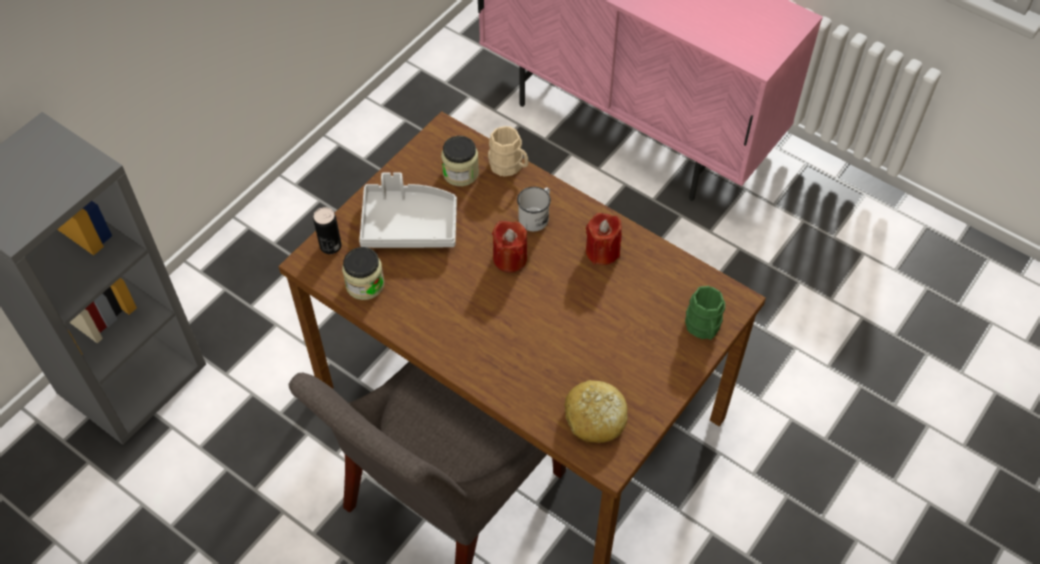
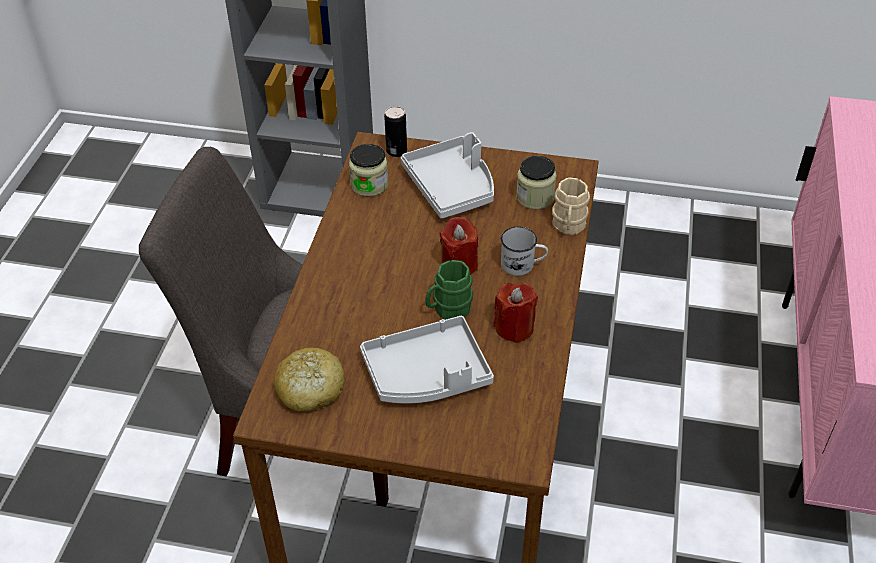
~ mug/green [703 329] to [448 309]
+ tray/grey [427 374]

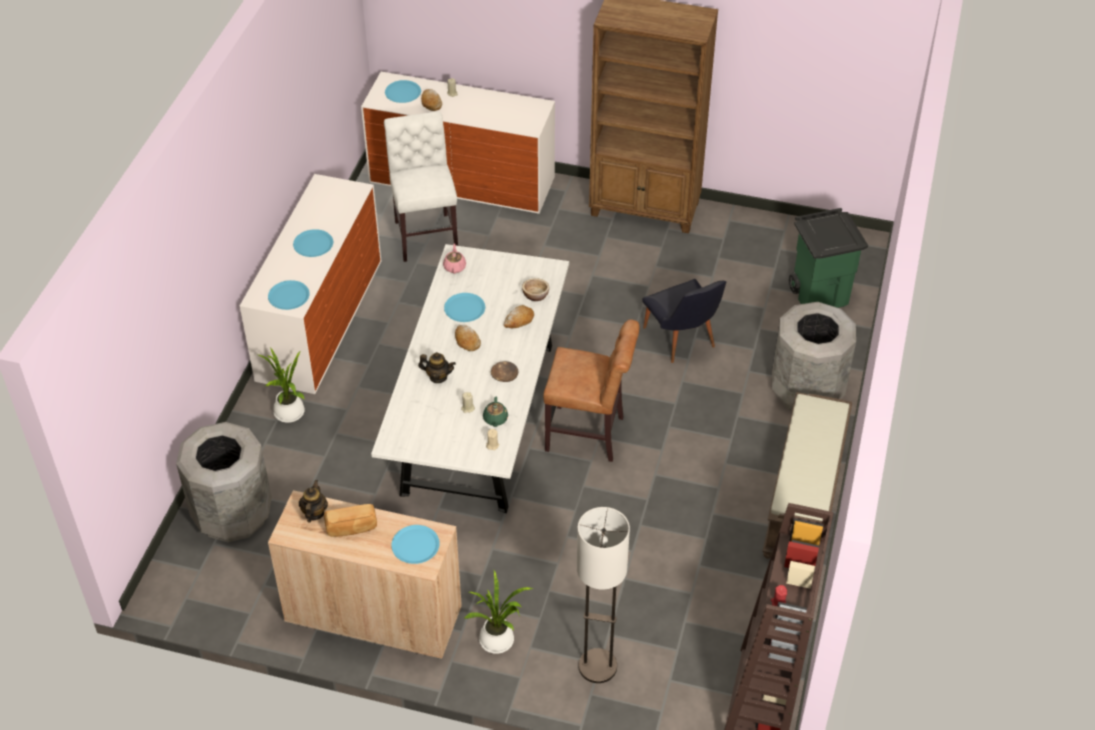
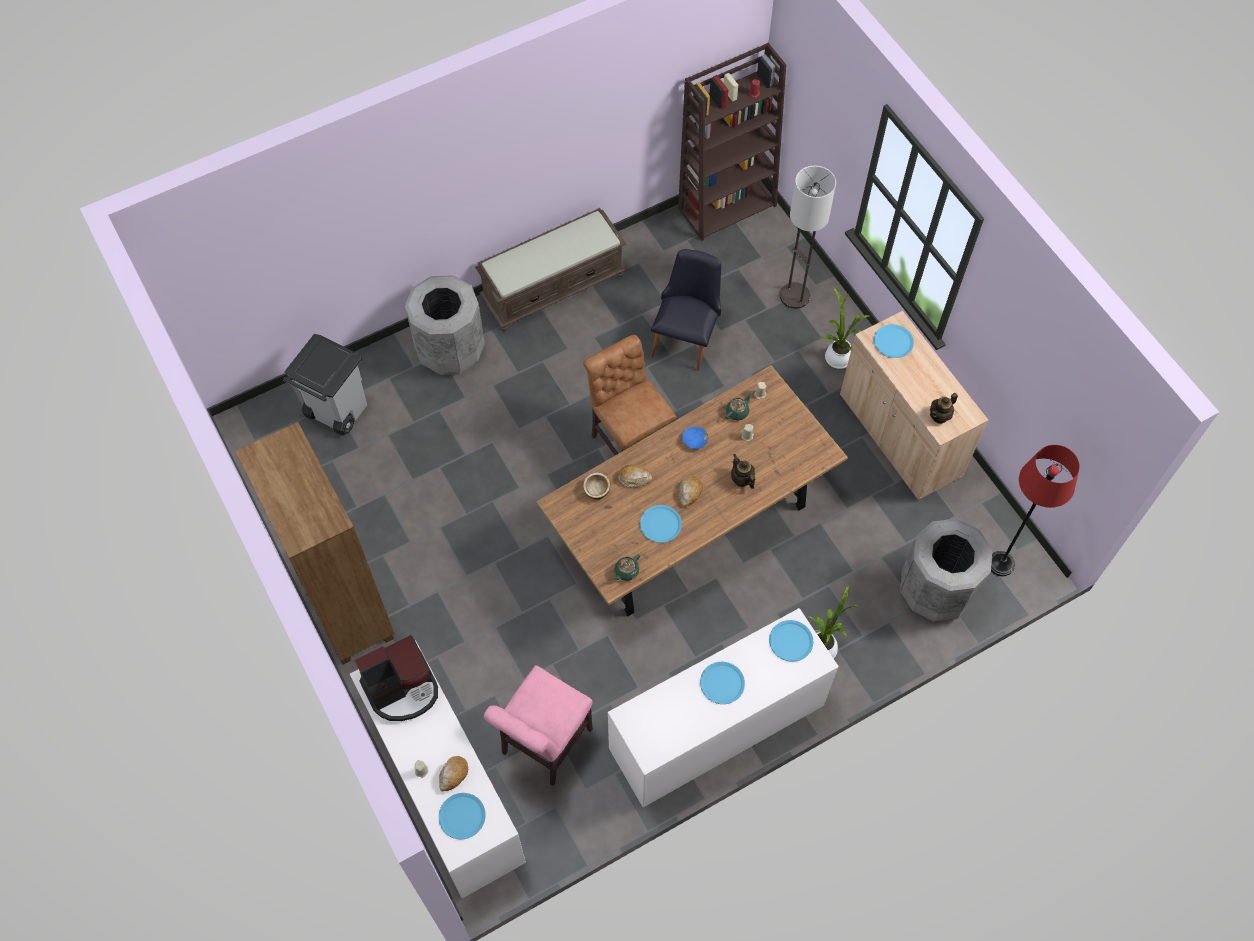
- bread [351 528]
~ dining table/white [478 418] to dining table/brown [689 522]
~ chair/white [425 234] to chair/pink [543 745]
~ teapot/pink [454 267] to teapot/green [626 571]
~ bowl/brown [504 376] to bowl/blue [695 441]
~ chair/black [682 342] to [686 337]
~ trash can/green [819 294] to trash can/grey [336 411]
+ coffee machine [402 689]
+ floor lamp/red [1000 564]

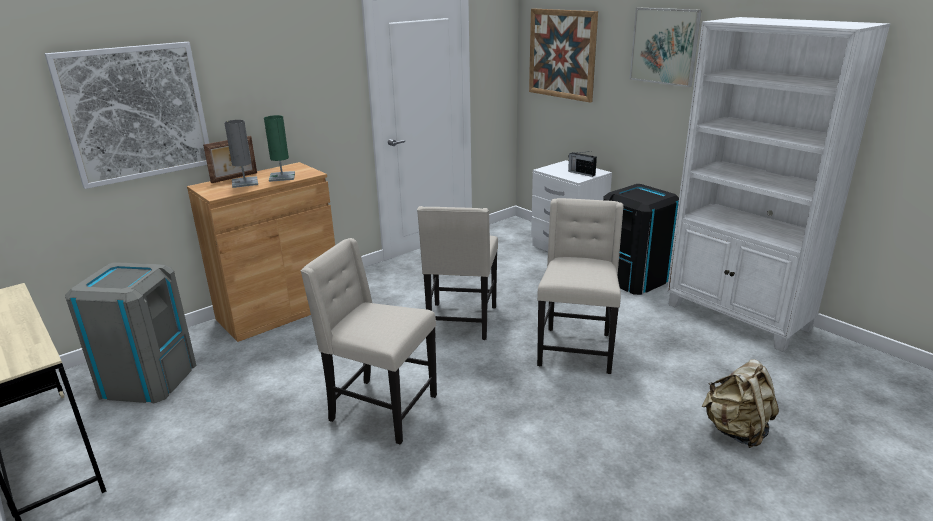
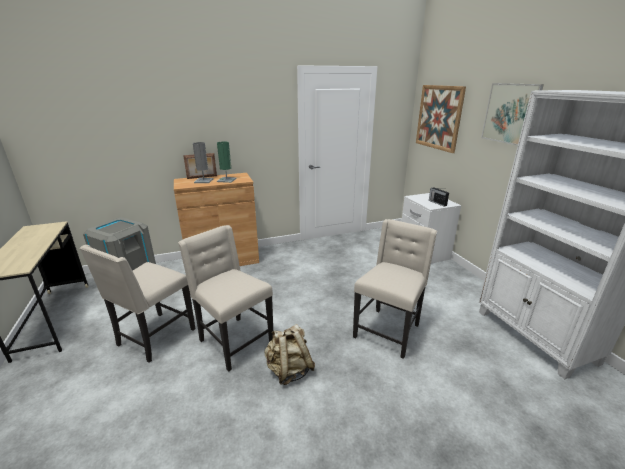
- picture [136 113]
~ chair/beige [461 322] to [155 338]
- trash can/black [633 278]
~ backpack/beige [736 430] to [289 370]

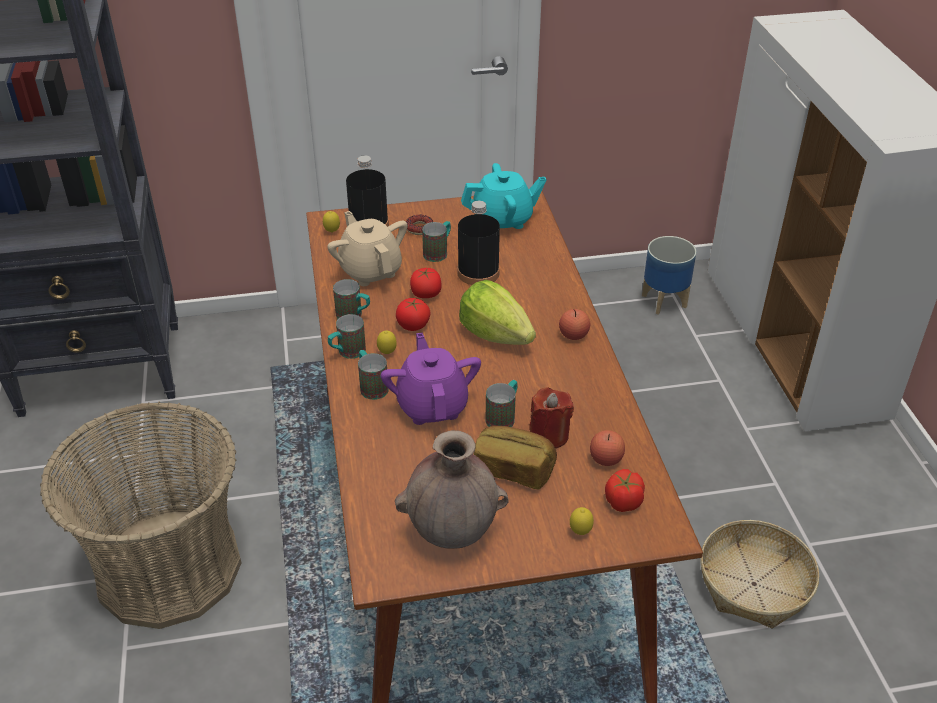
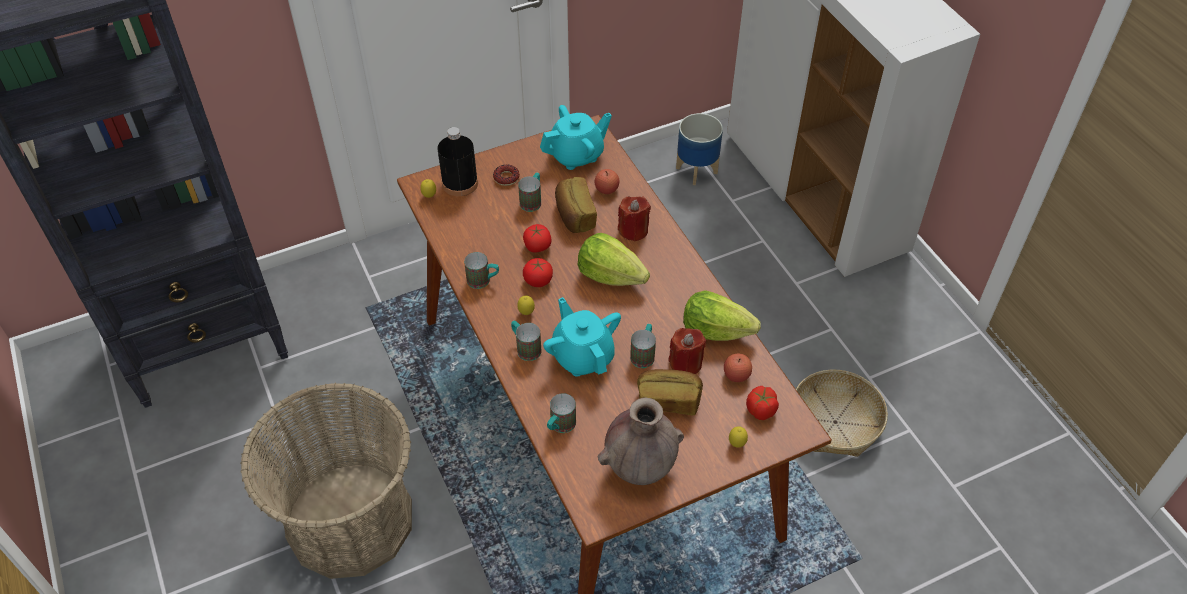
- teapot/beige [370 271]
~ mug [347 353] to [560 427]
~ teapot/purple [432 406] to teapot/turquoise [583 356]
~ bottle/black [478 273] to bread [574 216]
~ apple [573 335] to [606 189]
+ candle/red [633 230]
+ lettuce [715 330]

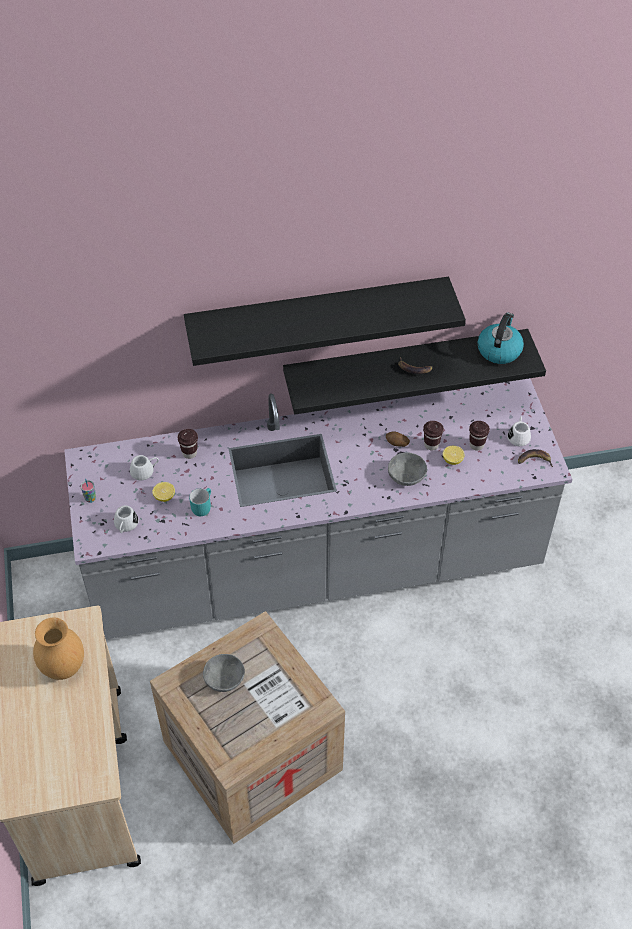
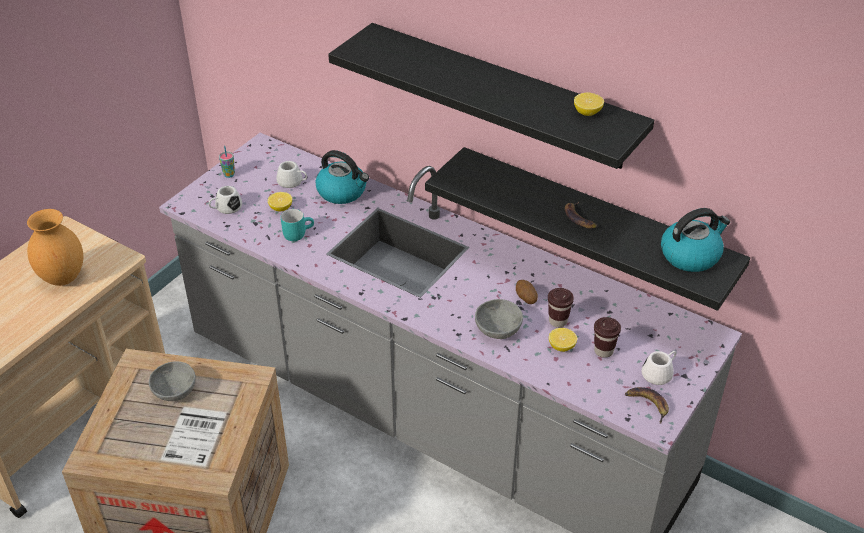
~ cup/brown [189 453] to kettle [342 192]
+ lemon [587 112]

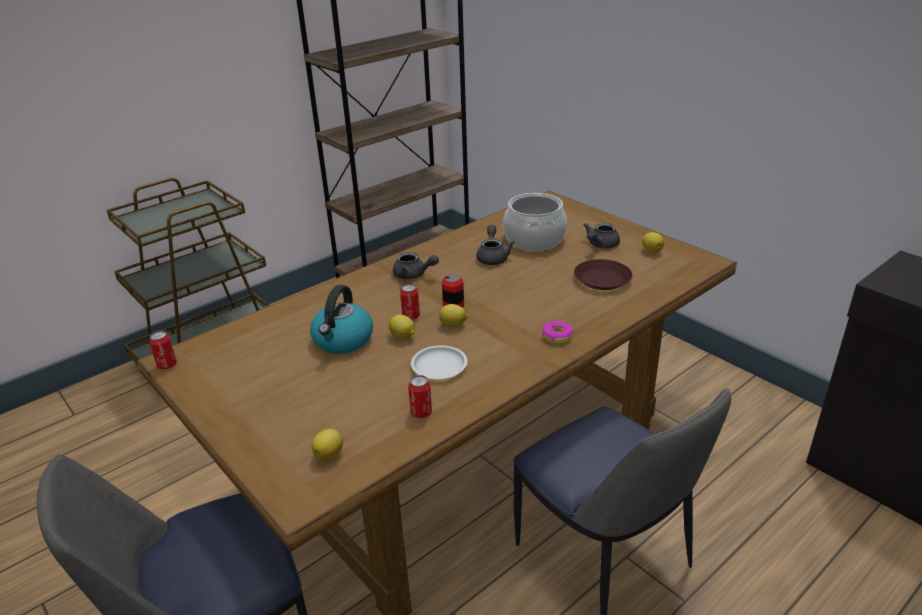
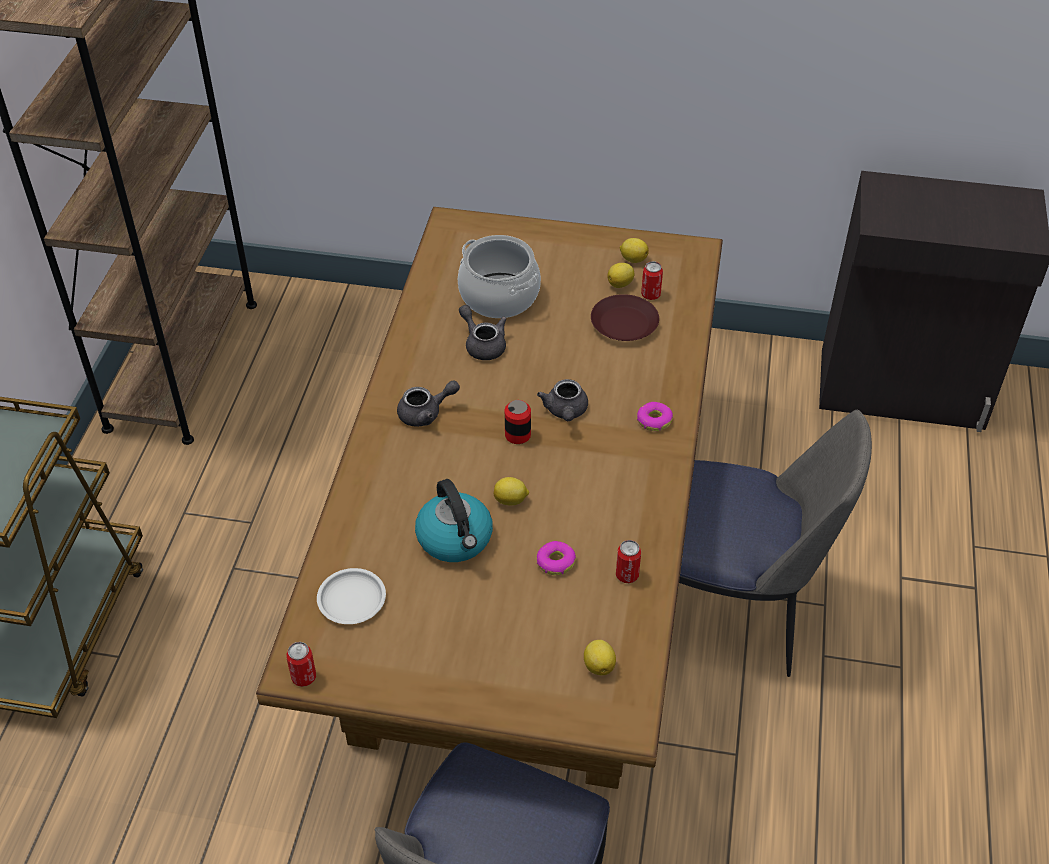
~ can [411 316] to [650 295]
~ plate/white [439 366] to [352 599]
~ lemon [454 325] to [621 284]
~ teapot/grey [600 245] to [565 412]
+ donut [555 562]

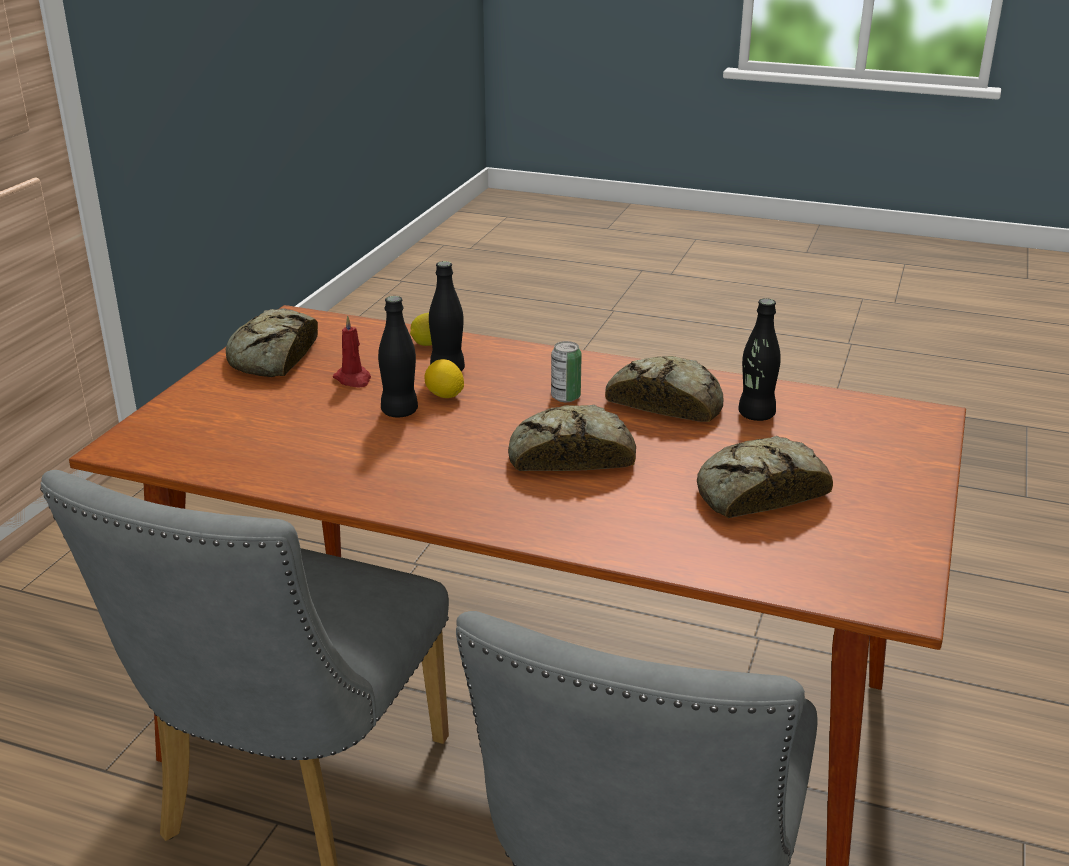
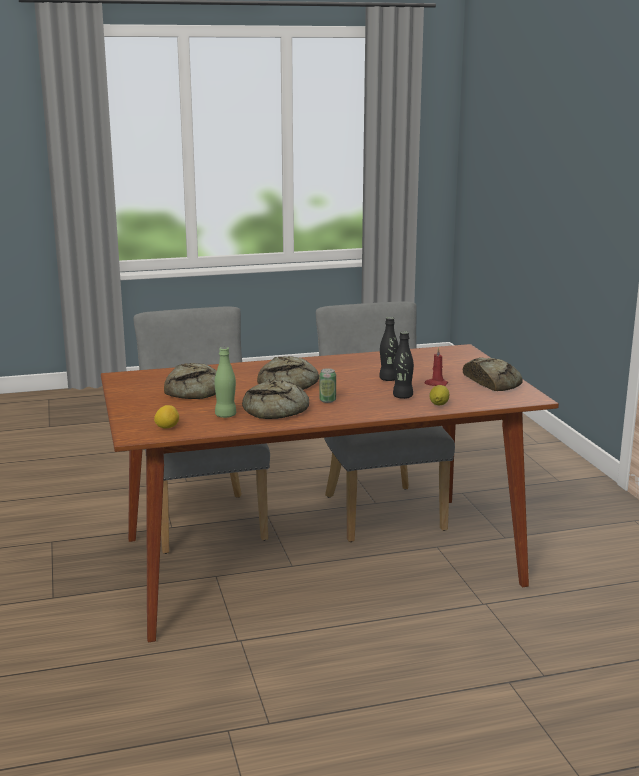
~ lemon [444 396] to [167 427]
~ bottle/black [756 415] to bottle/green [225 415]

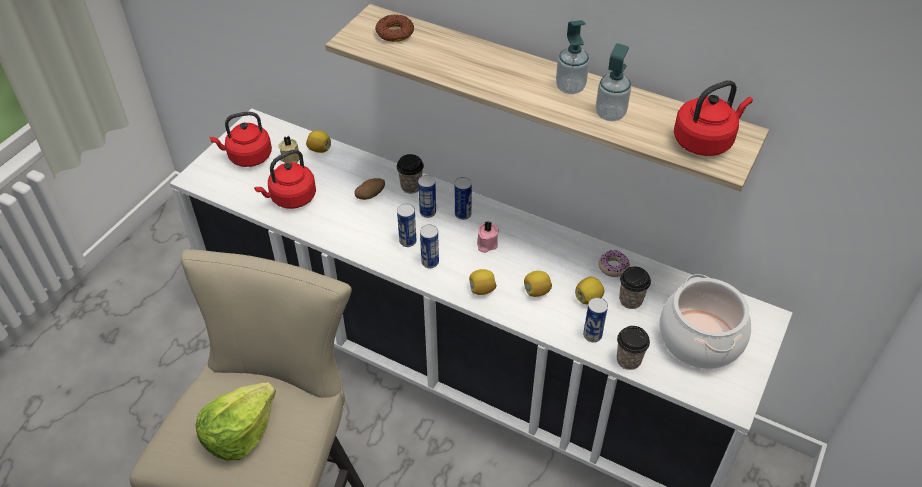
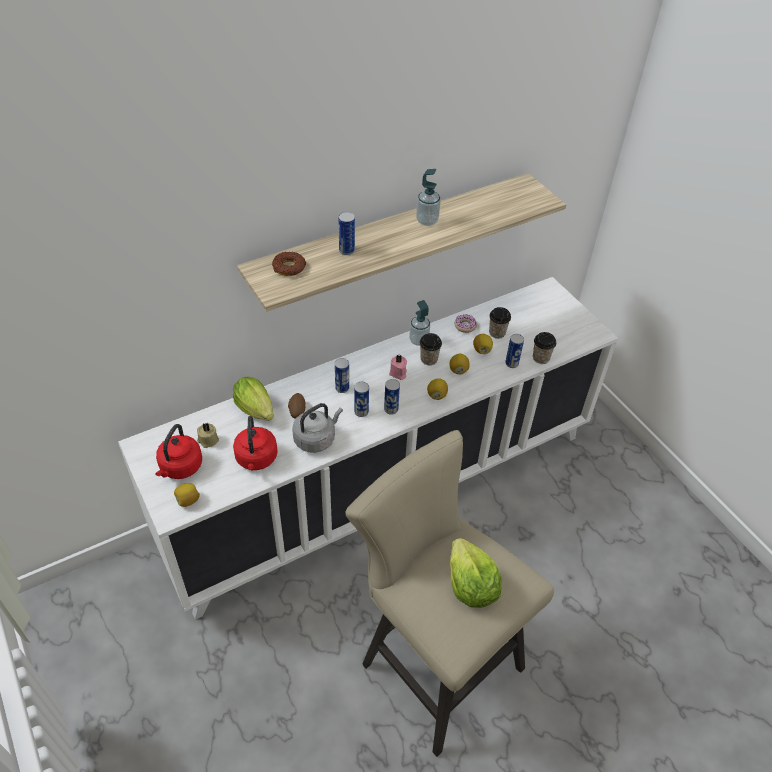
~ lemon [319 149] to [188 500]
~ cup [411 186] to [429 359]
~ can [463 214] to [347 250]
~ soap dispenser [610 114] to [418 340]
- cooking pot [699 339]
- kettle/red [705 141]
+ lettuce [257 411]
+ kettle/grey [316 439]

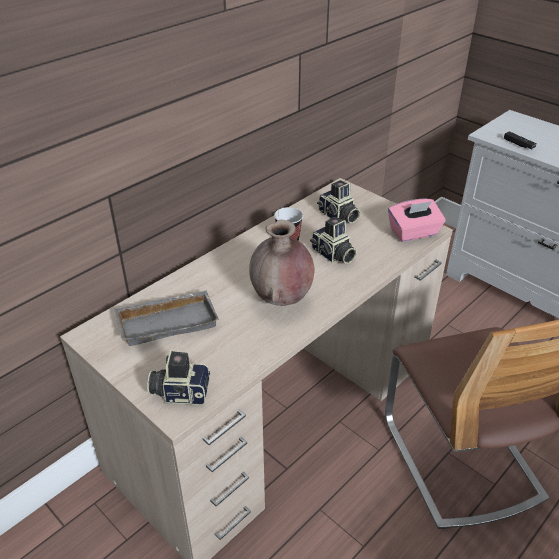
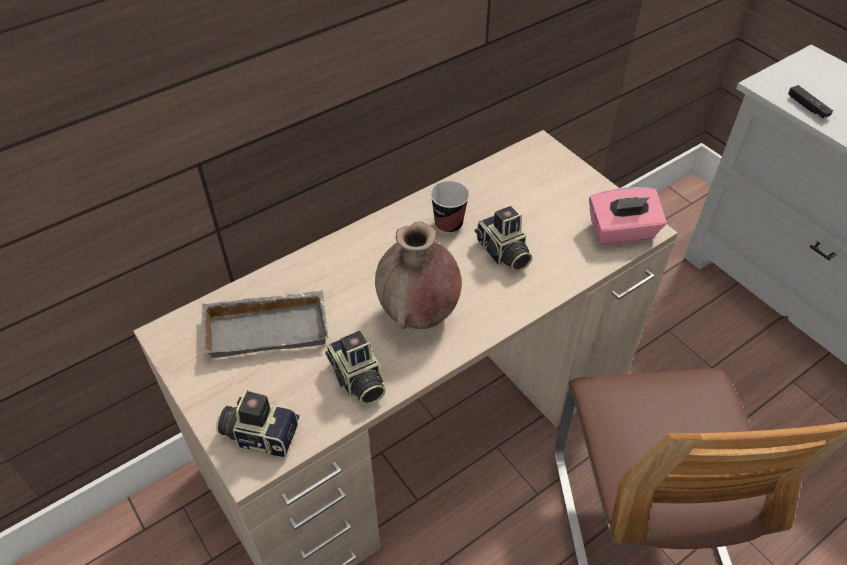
~ photo camera [338 216] to [357 380]

